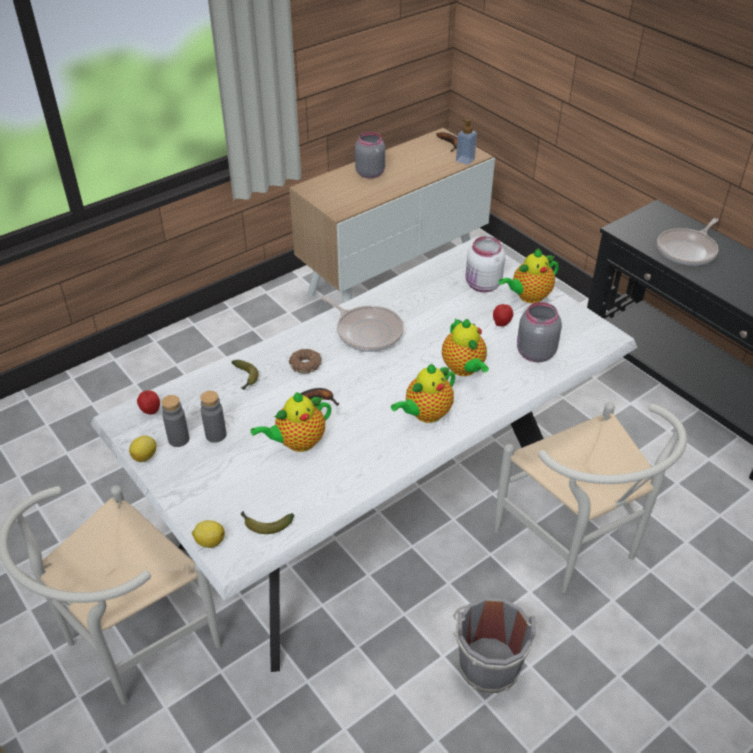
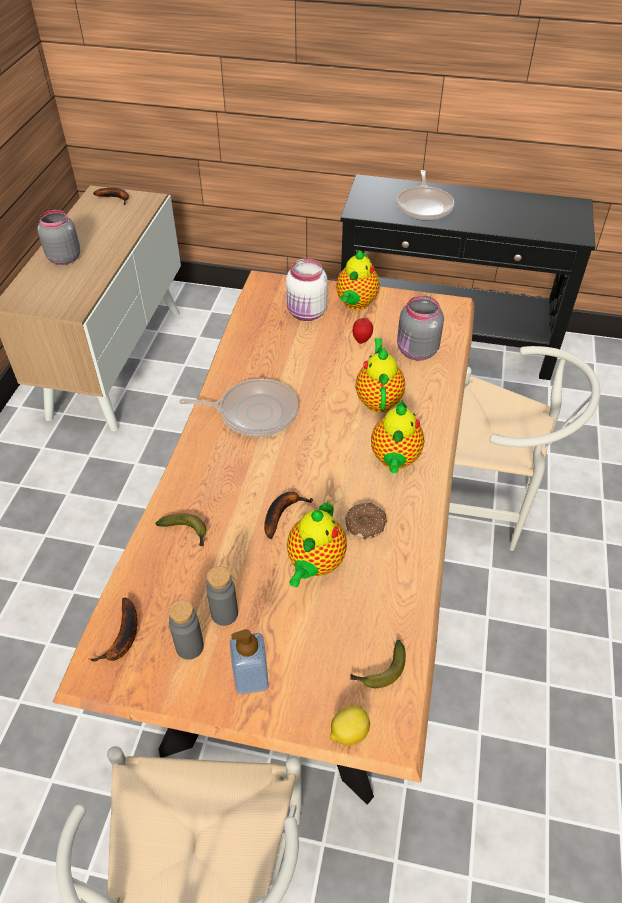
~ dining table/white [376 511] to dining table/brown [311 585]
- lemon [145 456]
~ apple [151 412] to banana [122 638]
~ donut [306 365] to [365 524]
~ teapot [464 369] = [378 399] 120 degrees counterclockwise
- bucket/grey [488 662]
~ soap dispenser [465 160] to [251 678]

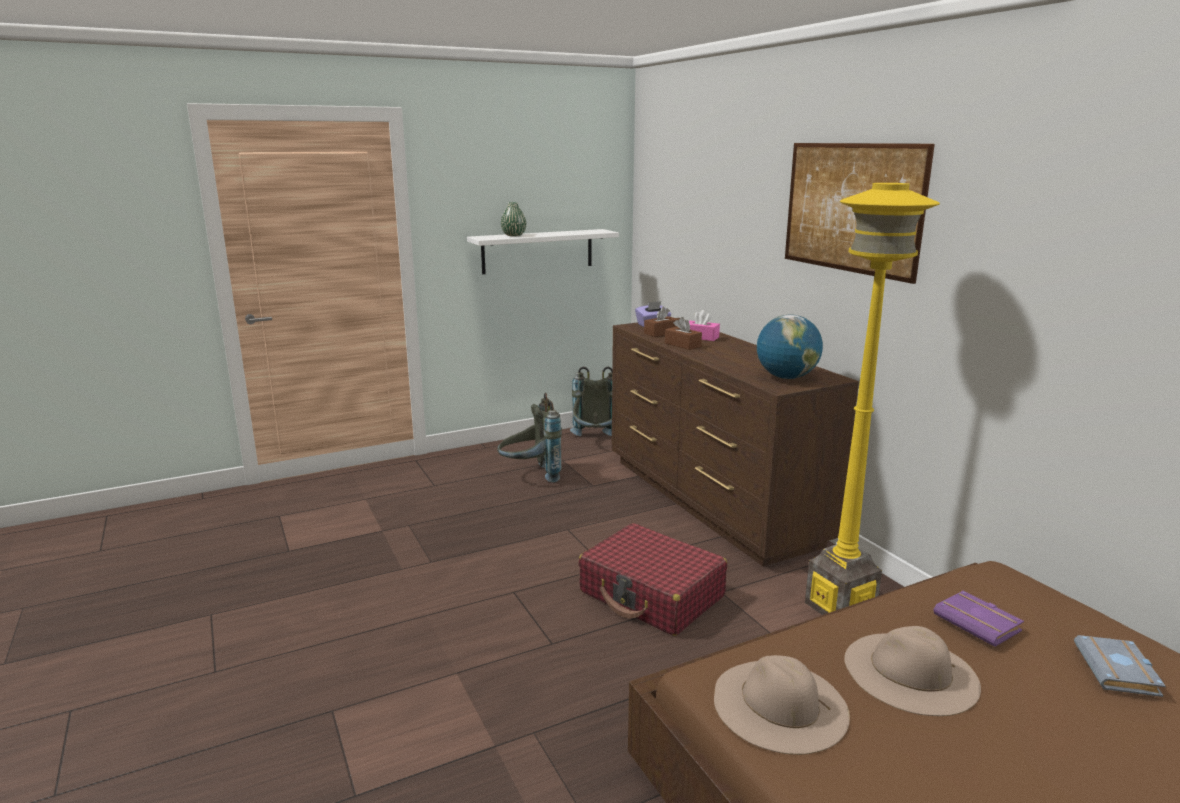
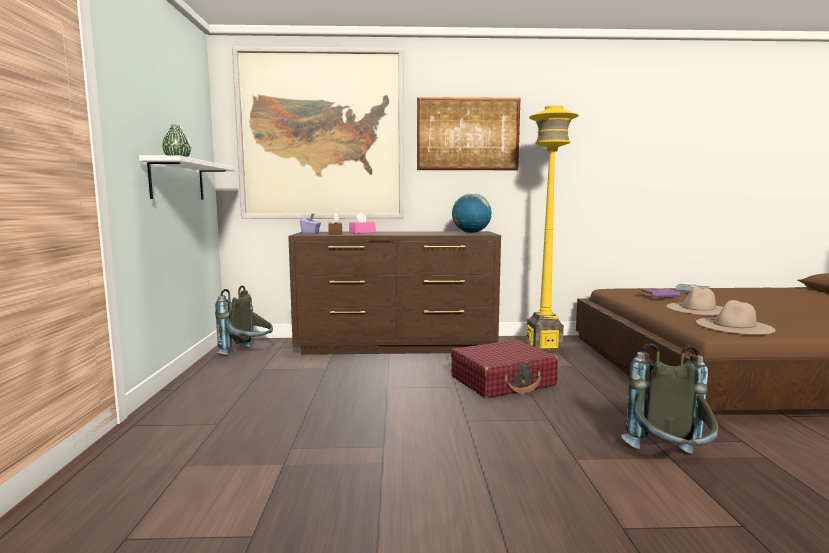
~ backpack/grey [531 475] to [669 461]
- tissue box/brown [682 345]
+ picture [322 136]

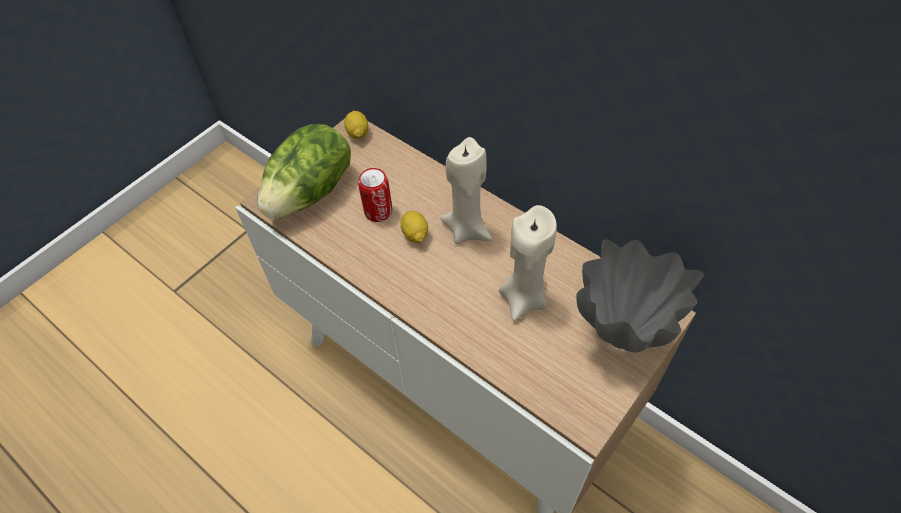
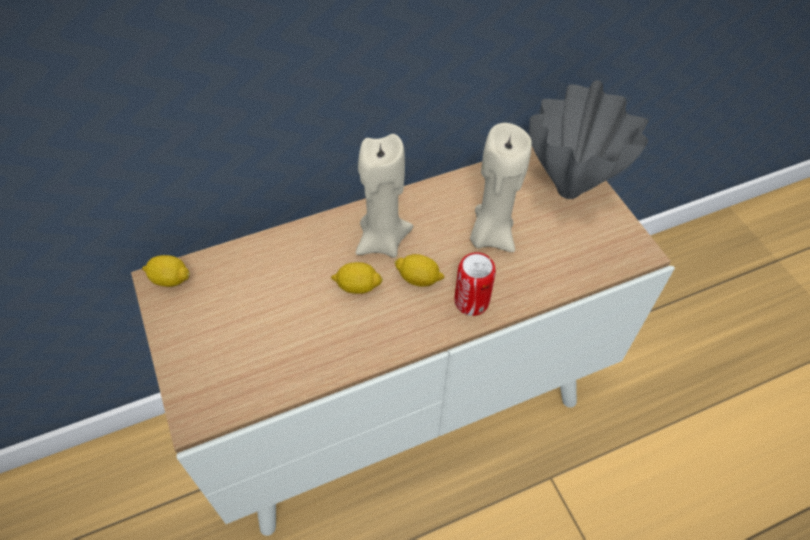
- lettuce [312 192]
~ can [378 211] to [471 302]
+ lemon [419 279]

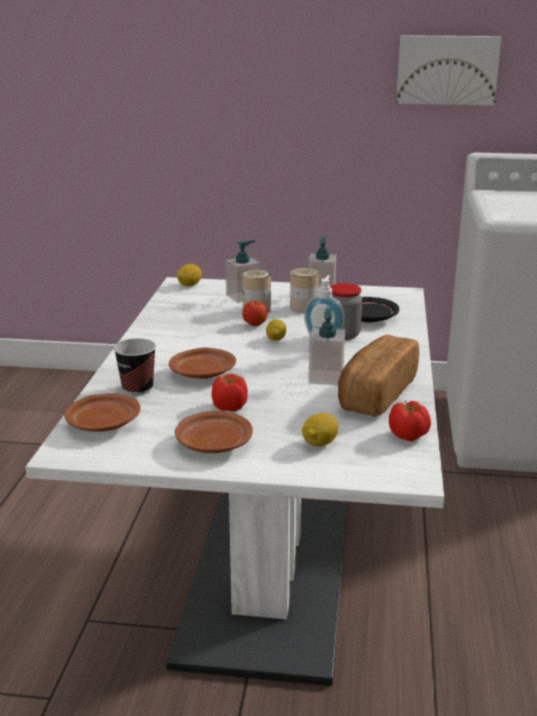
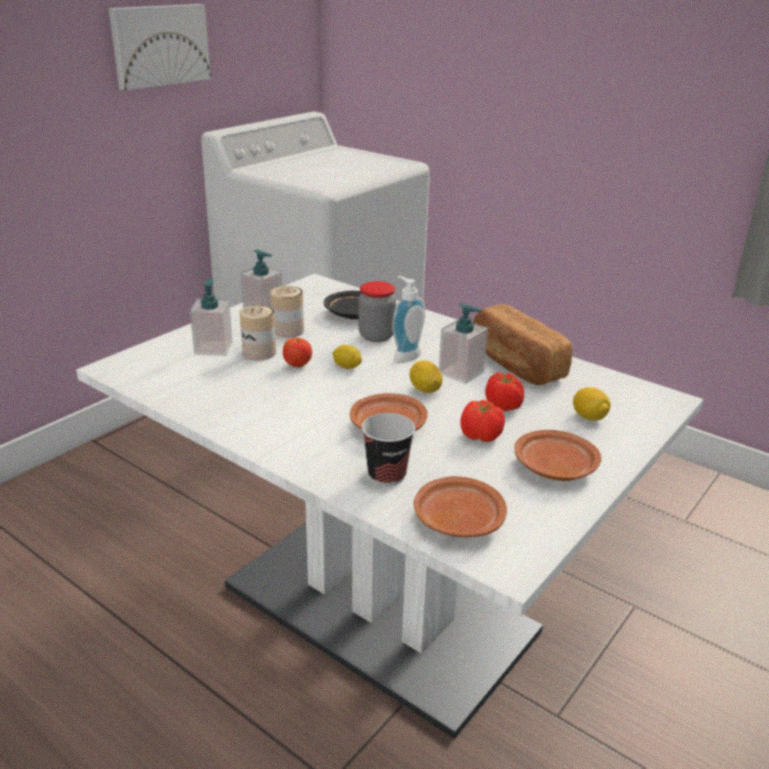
~ lemon [189 285] to [425 389]
~ tomato [408 436] to [503 406]

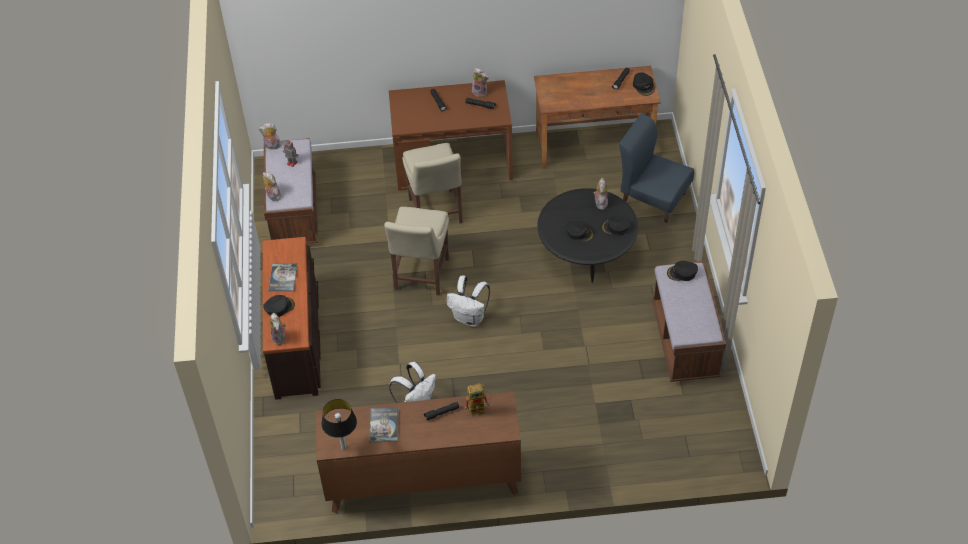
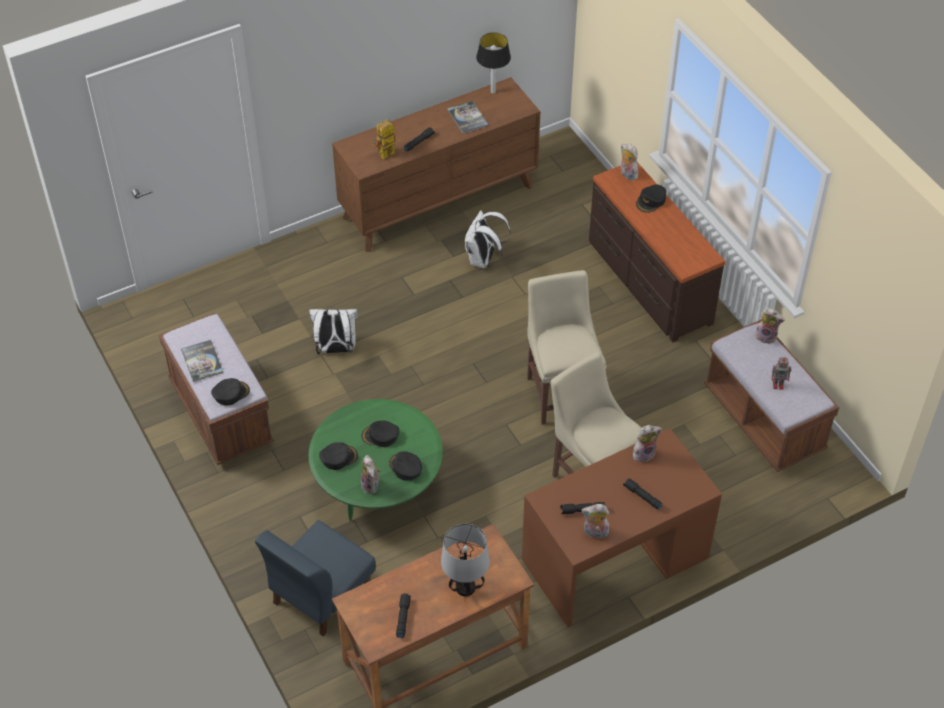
~ plush toy [272 146] to [644 453]
~ book [283 278] to [202 361]
~ backpack/white [470 318] to [336 349]
~ coffee table/black [586 253] to coffee table/green [378 485]
~ chair/blue [653 198] = [321 594] 120 degrees clockwise
~ cap/black [644 86] to [405 467]
+ table lamp [465 588]

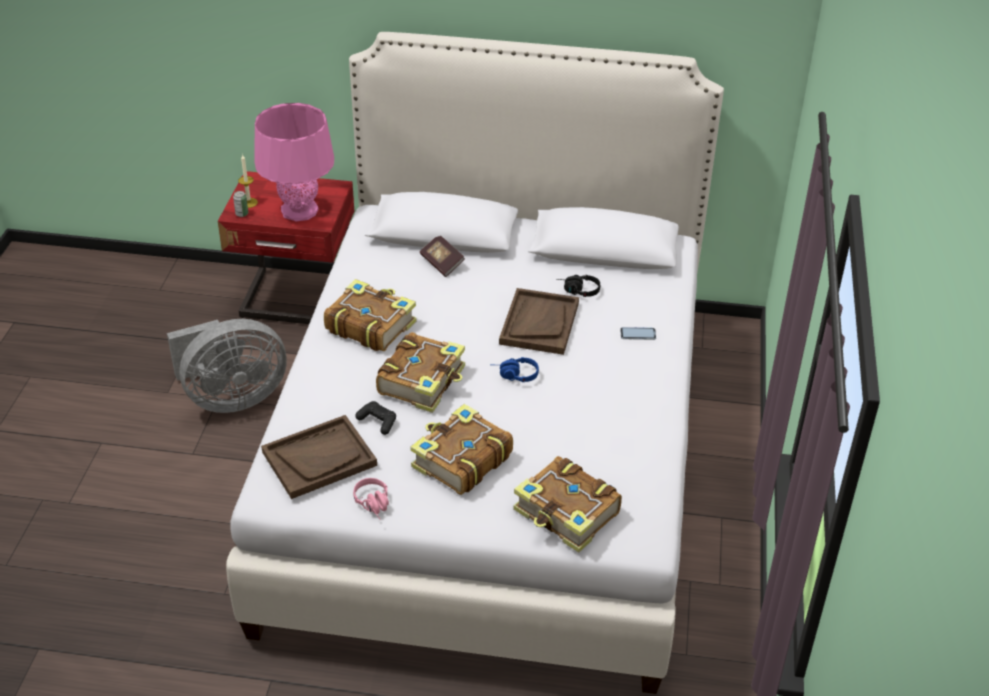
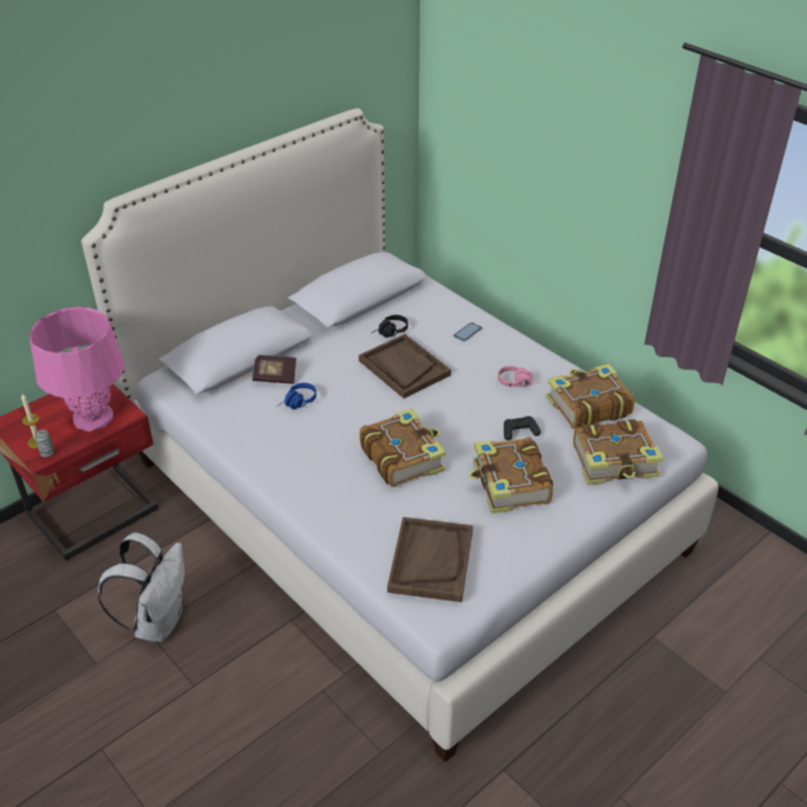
~ fan/grey [231 398] to backpack/white [158 621]
~ book [370 325] to [587 406]
~ headphones/pink [375 505] to [518 382]
~ game controller/black [377 421] to [519 432]
~ headphones/blue [514 375] to [297 403]

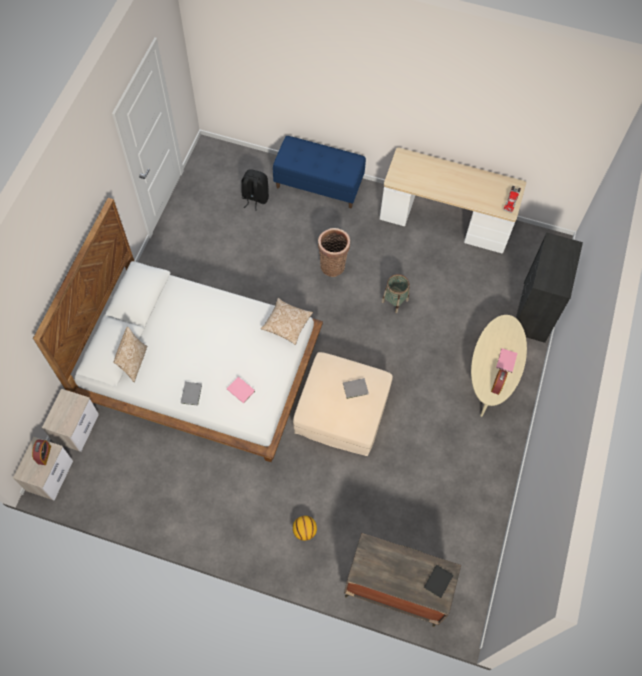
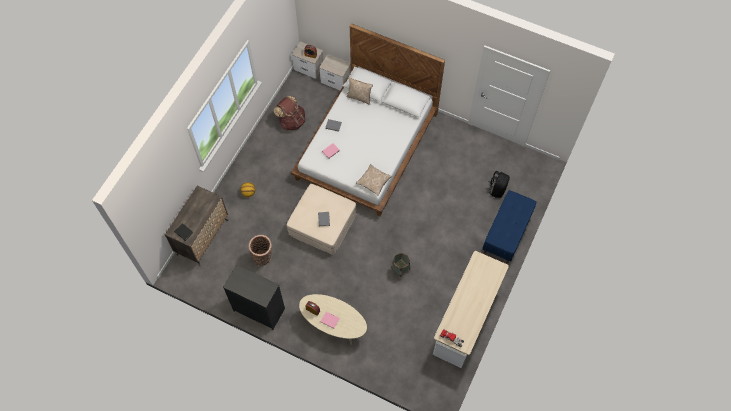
~ basket [332 264] to [263 258]
~ dresser/black [533 311] to [259 309]
+ backpack/brown [291 121]

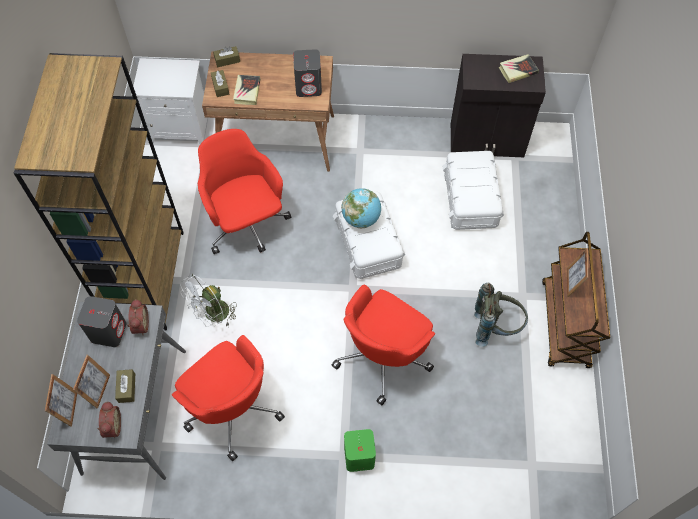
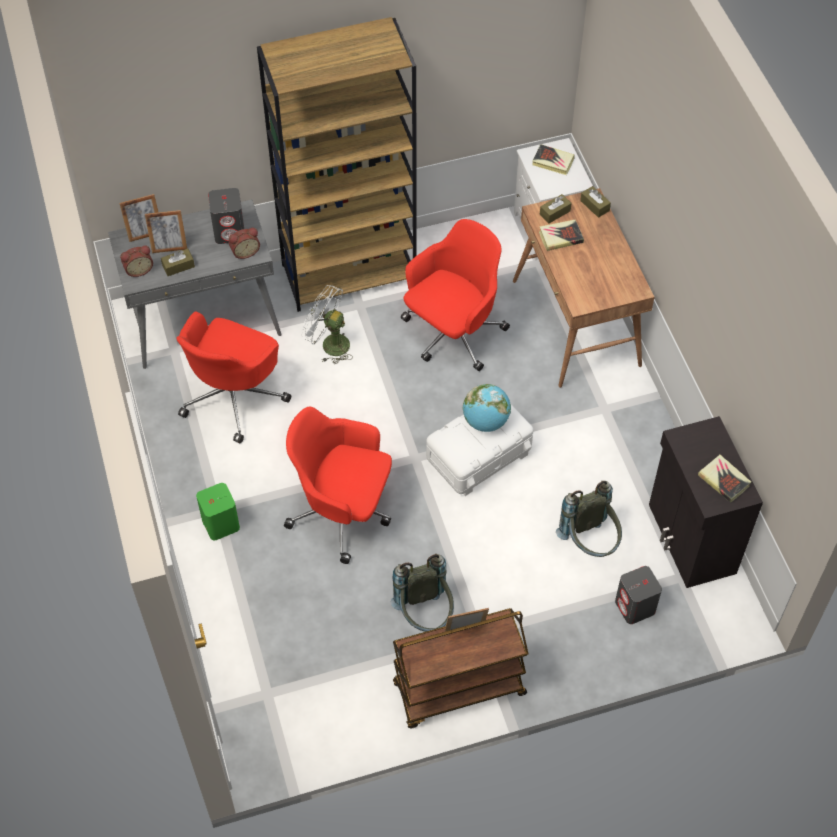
~ speaker/grey [309 87] to [635 607]
~ storage box/white [470 199] to backpack/grey [590 543]
+ book [553 162]

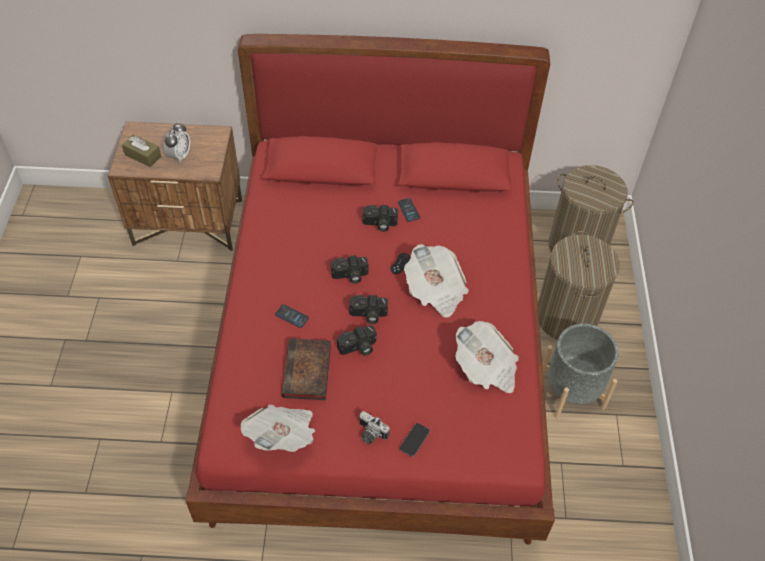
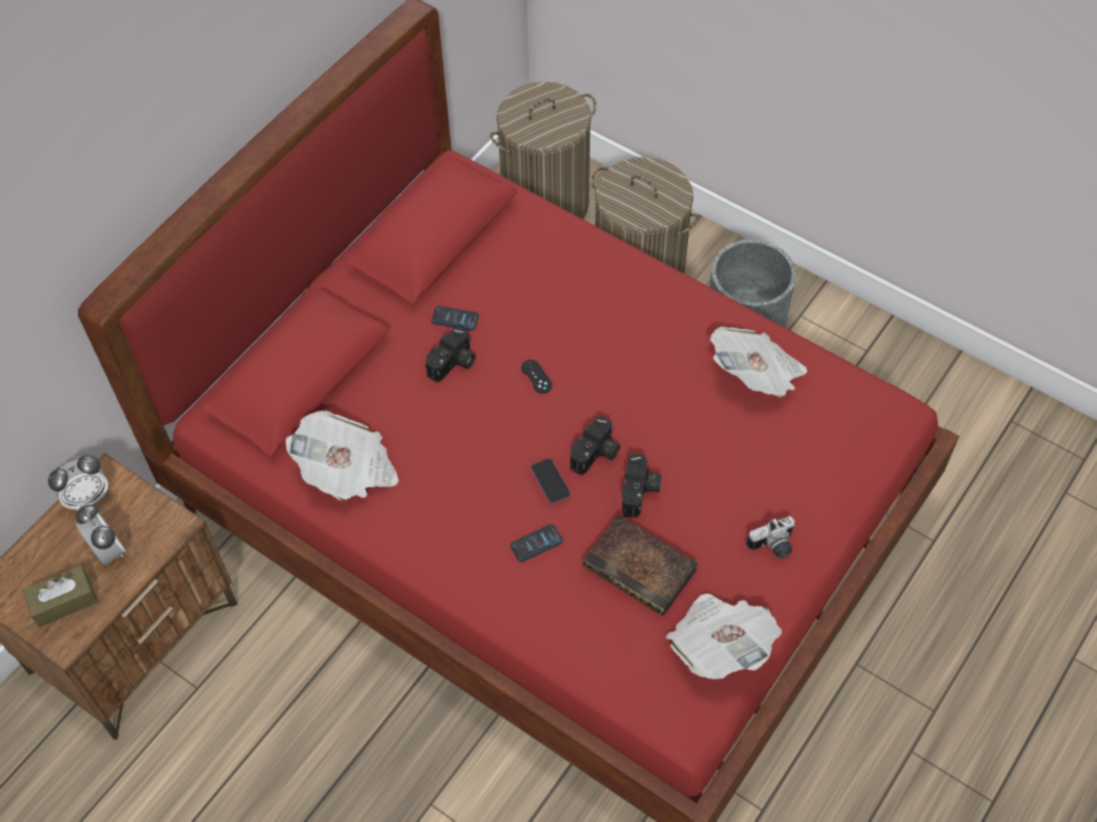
- photo camera [350 276]
~ phone [414 440] to [550 482]
~ newspaper [435 291] to [348 471]
+ alarm clock [87 497]

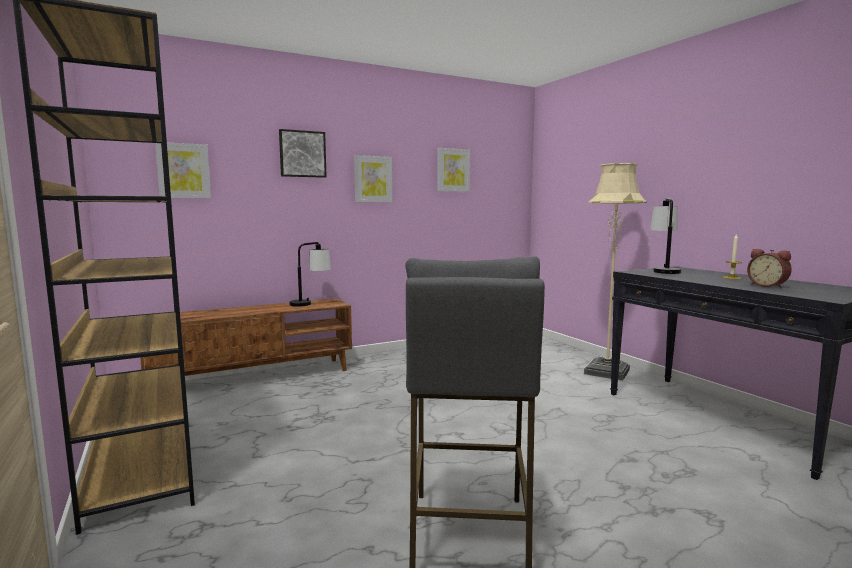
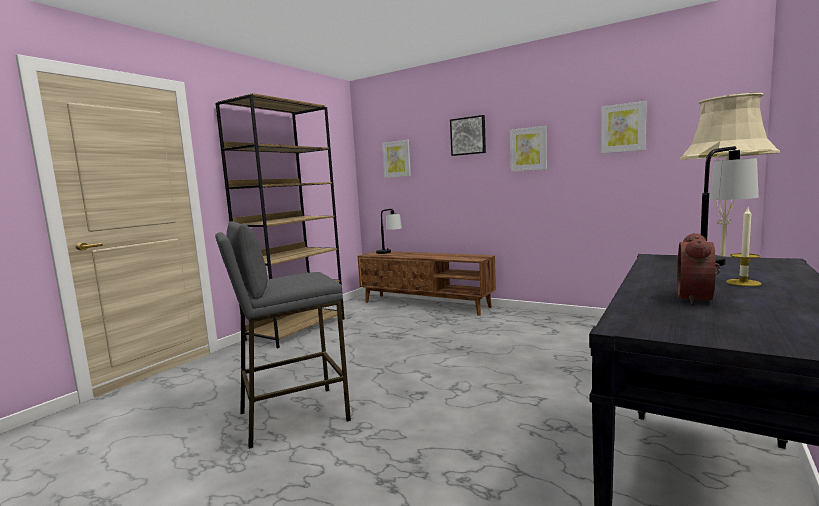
~ table lamp [310 303] to [389 252]

